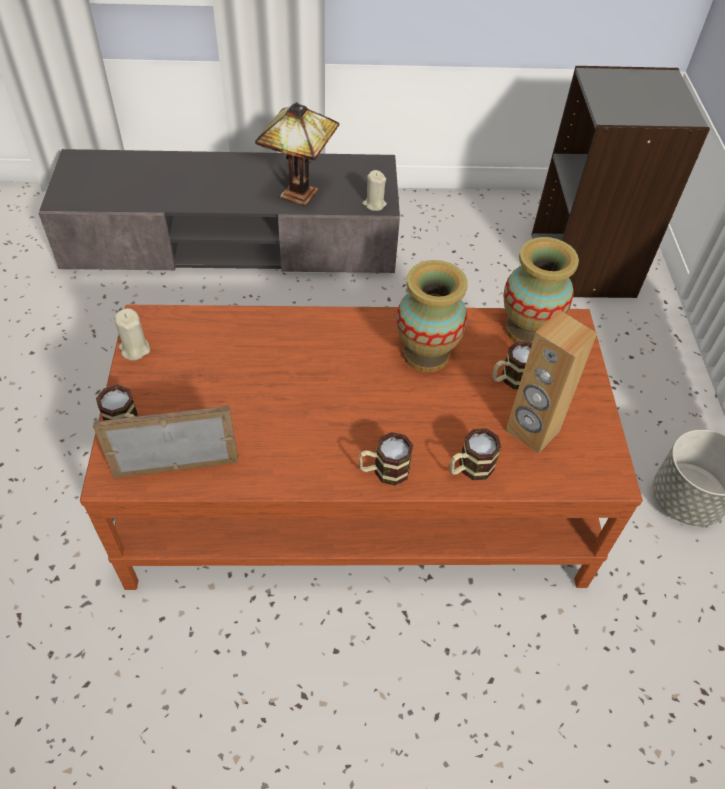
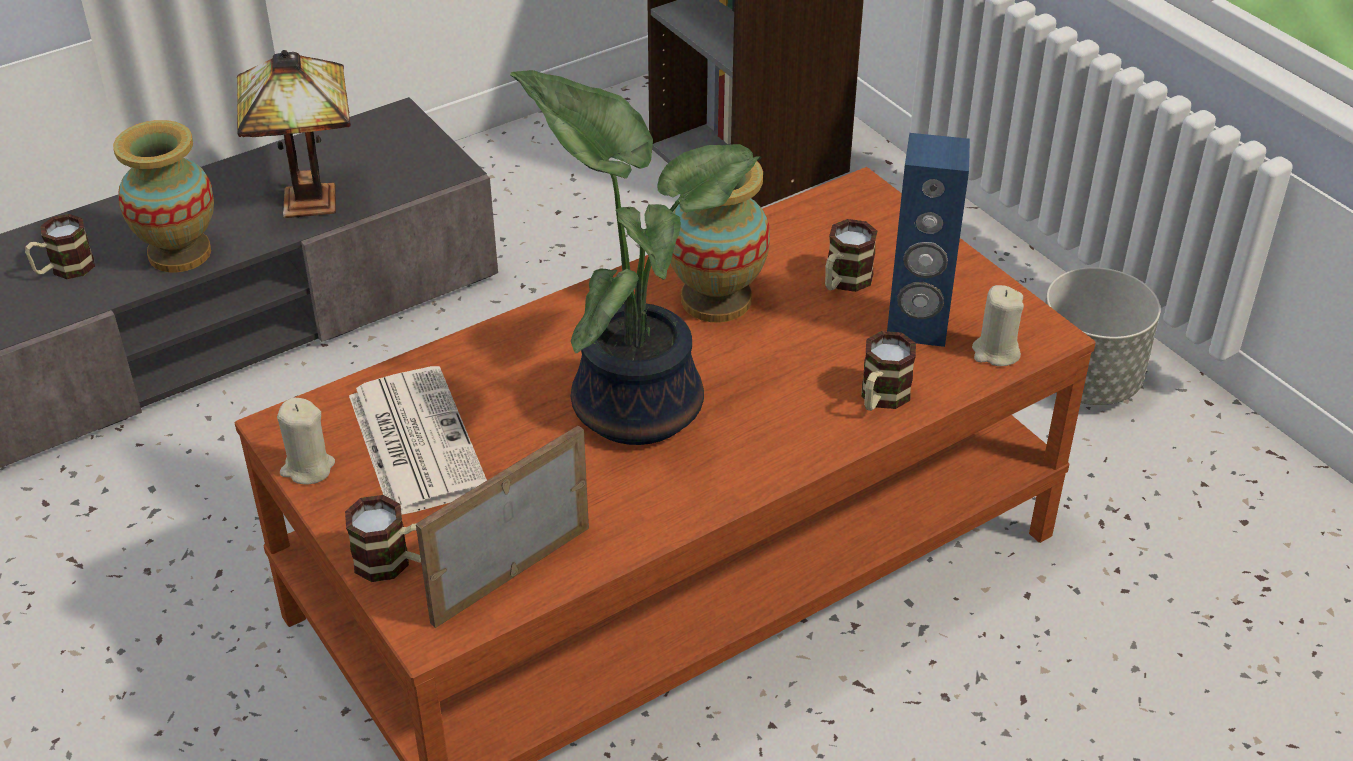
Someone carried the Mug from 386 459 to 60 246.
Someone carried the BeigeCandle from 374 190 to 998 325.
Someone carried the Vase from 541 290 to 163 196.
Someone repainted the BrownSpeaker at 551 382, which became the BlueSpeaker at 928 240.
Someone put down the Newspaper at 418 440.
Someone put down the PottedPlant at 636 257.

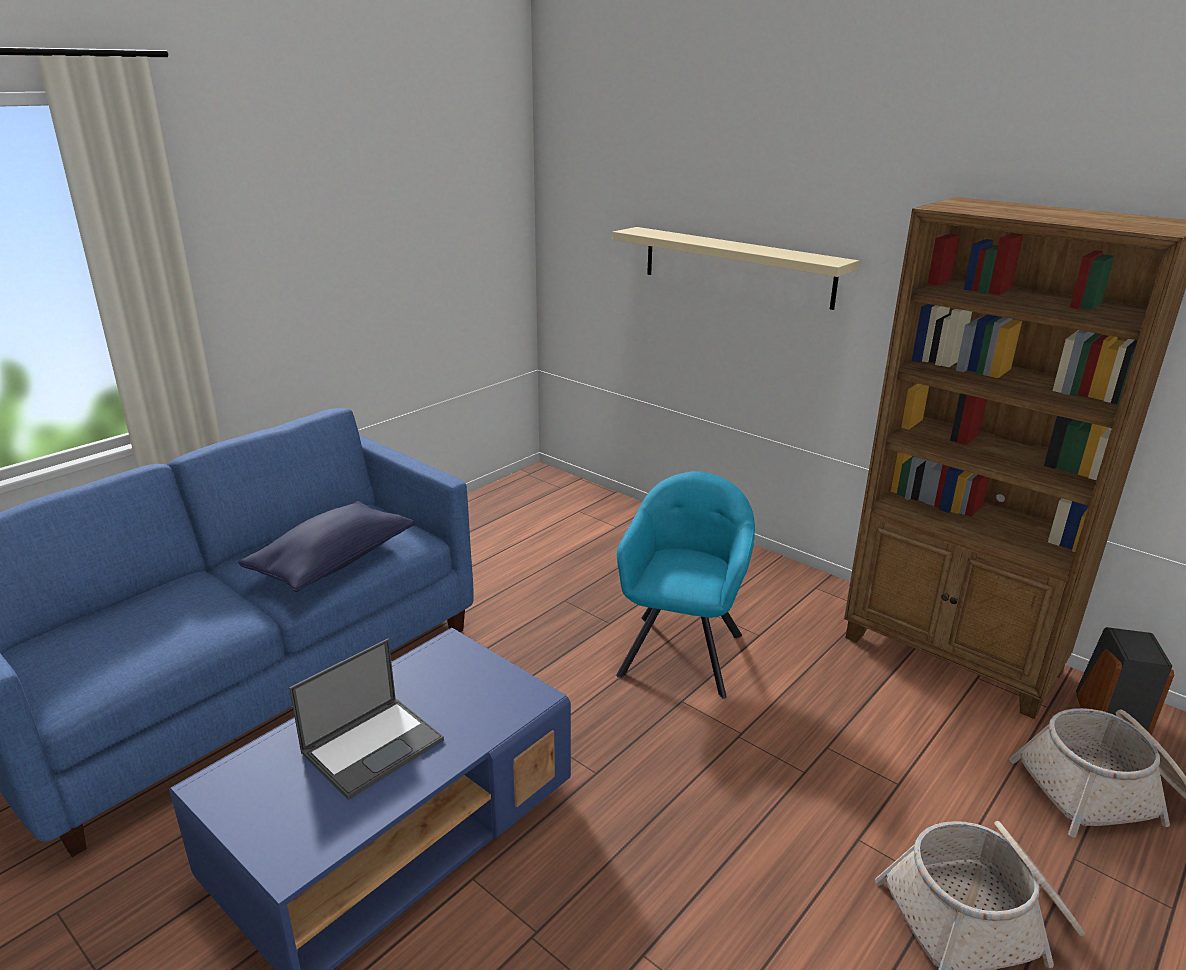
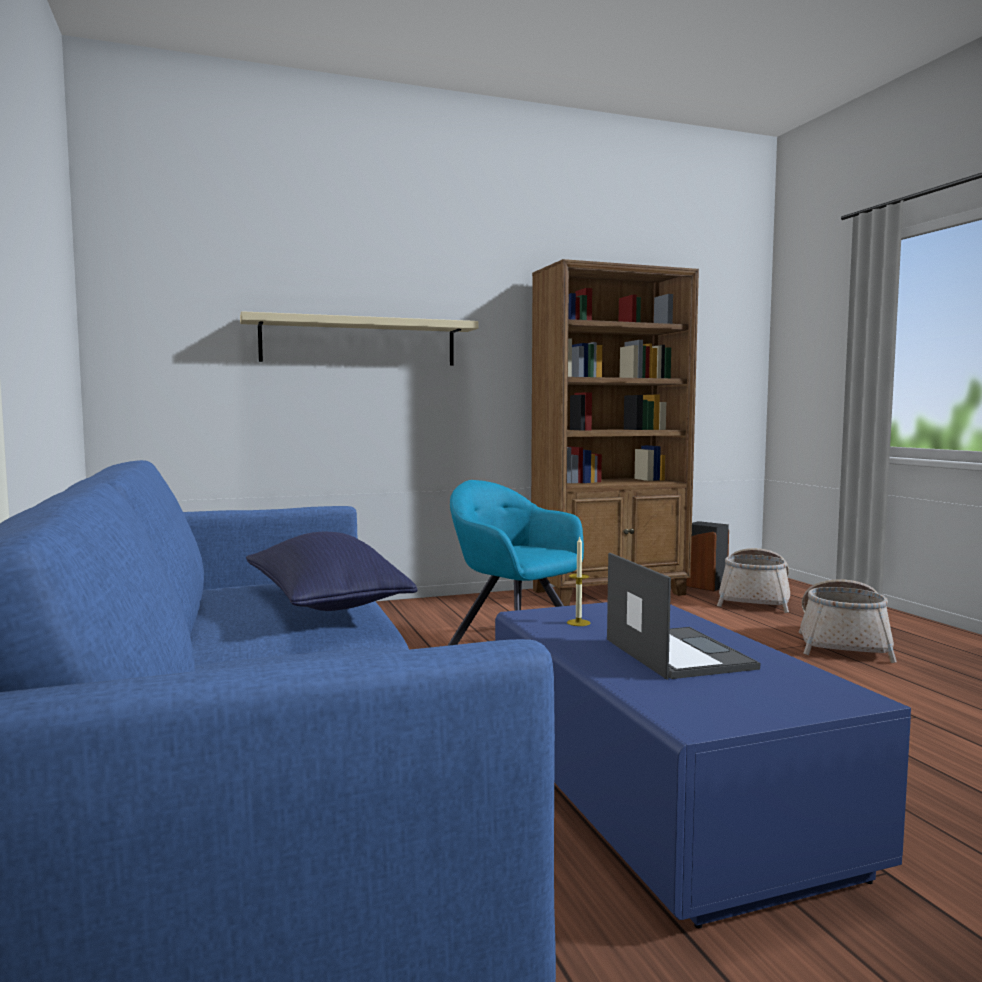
Someone put down the Candle at 578 581.

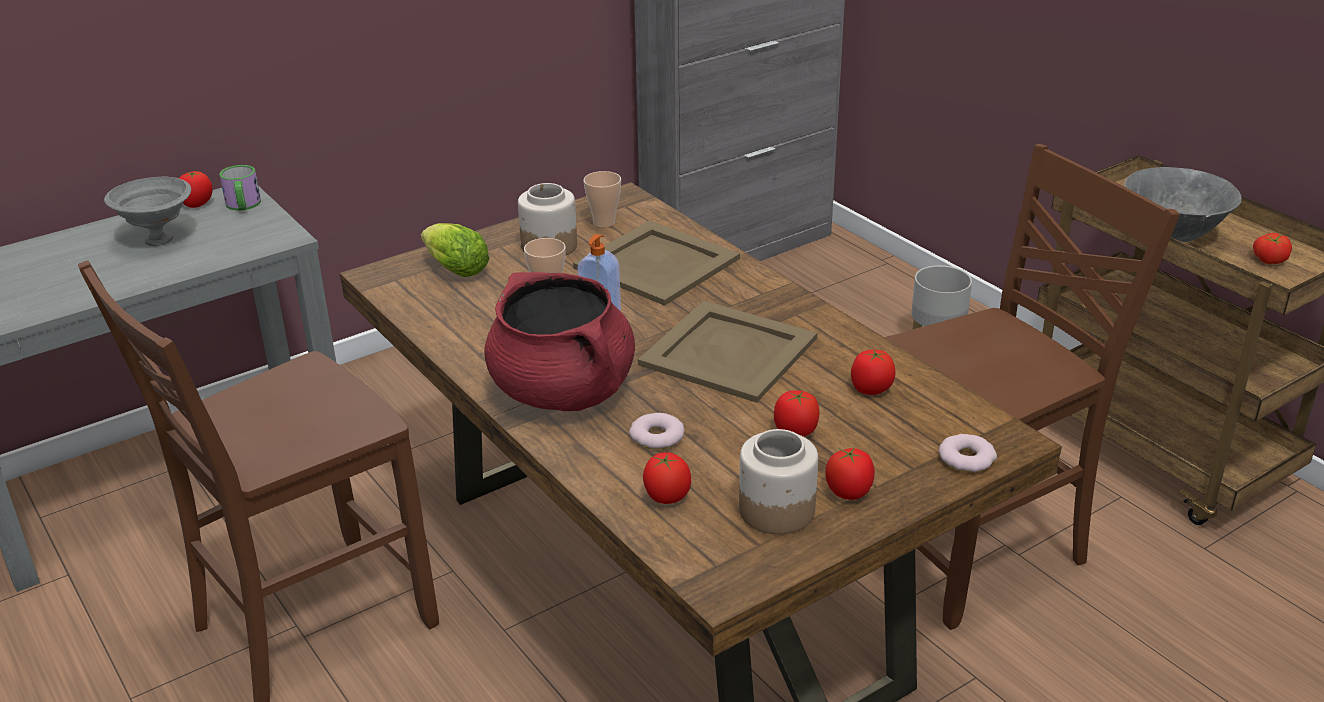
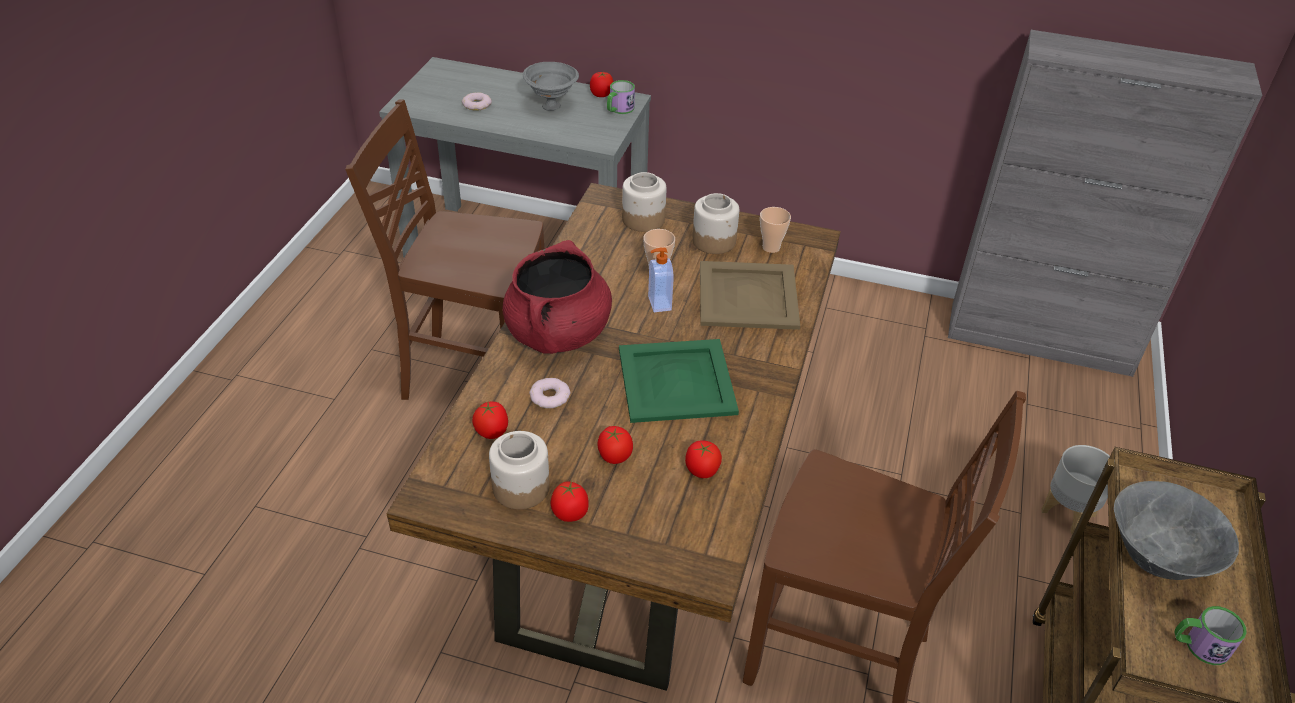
Someone swapped the Lettuce at 455 250 for the Jar at 644 202.
Someone repainted the BeigeTray at 727 352, which became the GreenTray at 679 381.
Someone carried the Donut from 968 453 to 477 102.
Someone swapped the Tomato at 1272 248 for the Mug at 1211 635.

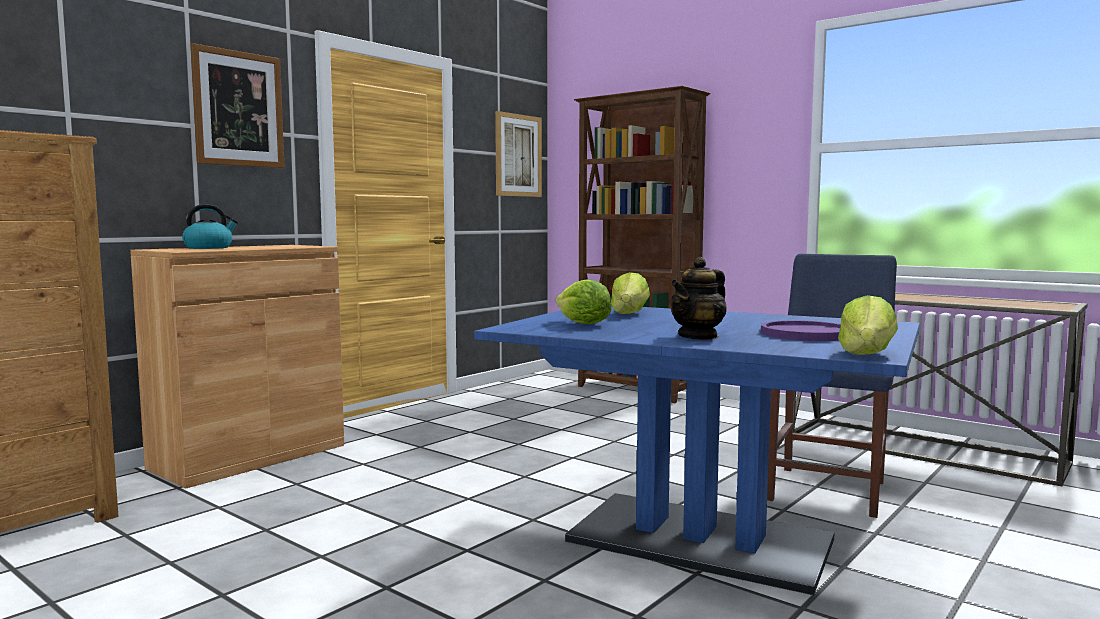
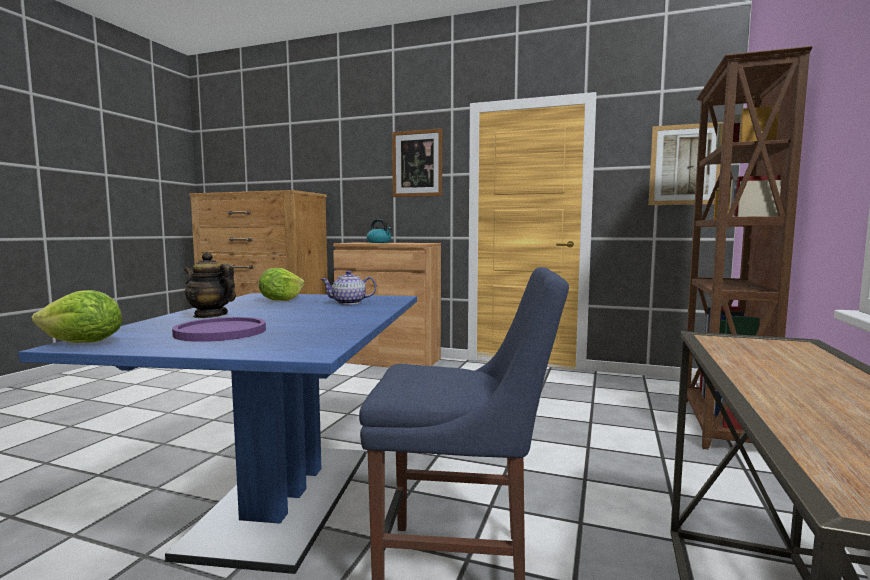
Someone swapped the Lettuce at 630 293 for the Teapot at 348 287.

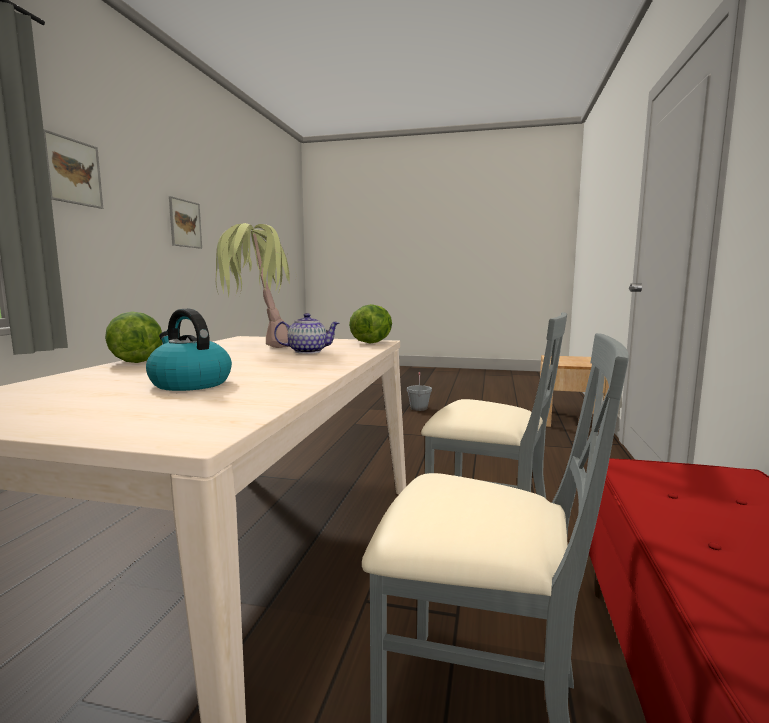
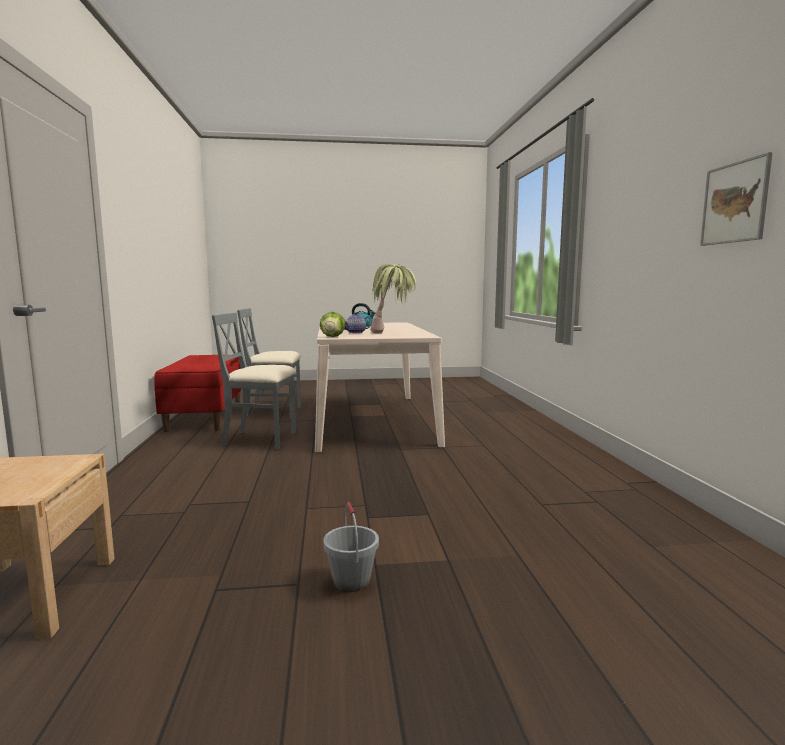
Someone took away the Picture at 73 169.
Someone took away the Lettuce at 133 337.

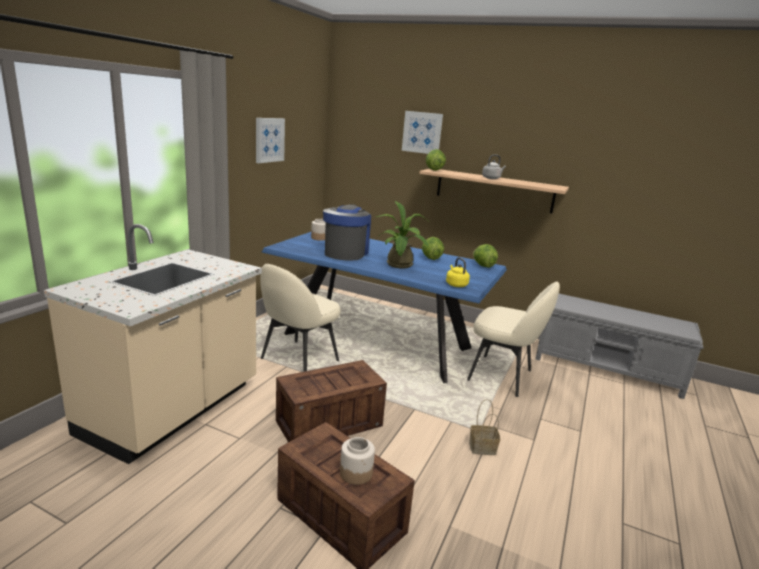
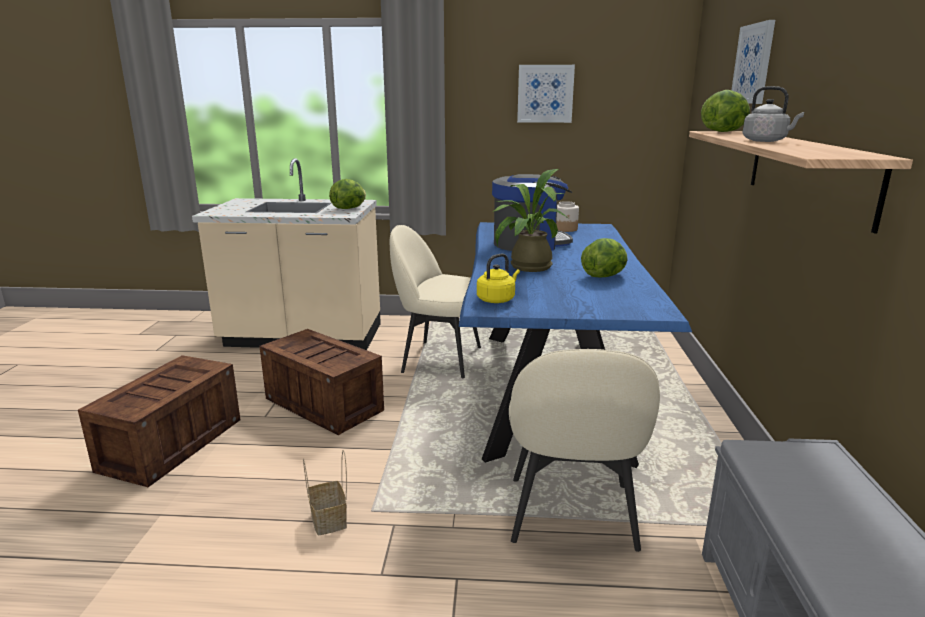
Someone took away the Jar at 357 461.
Someone carried the Lettuce from 485 256 to 347 194.

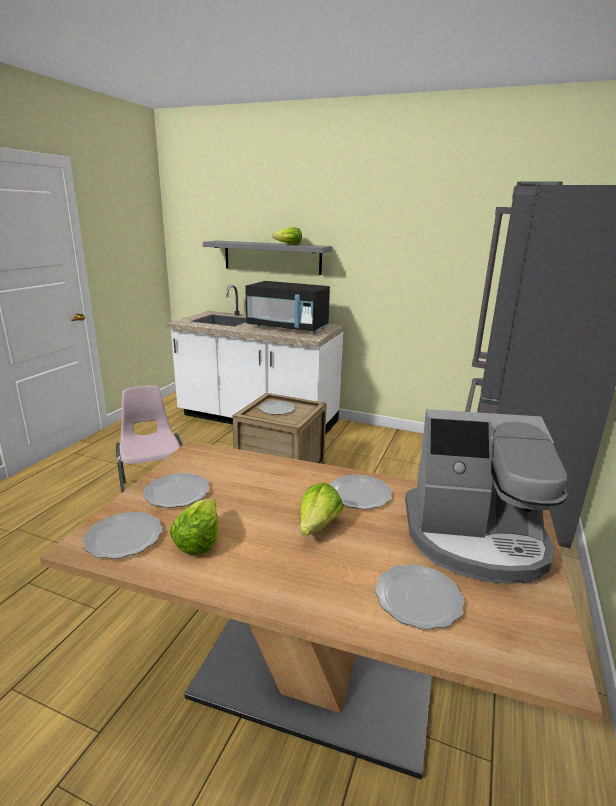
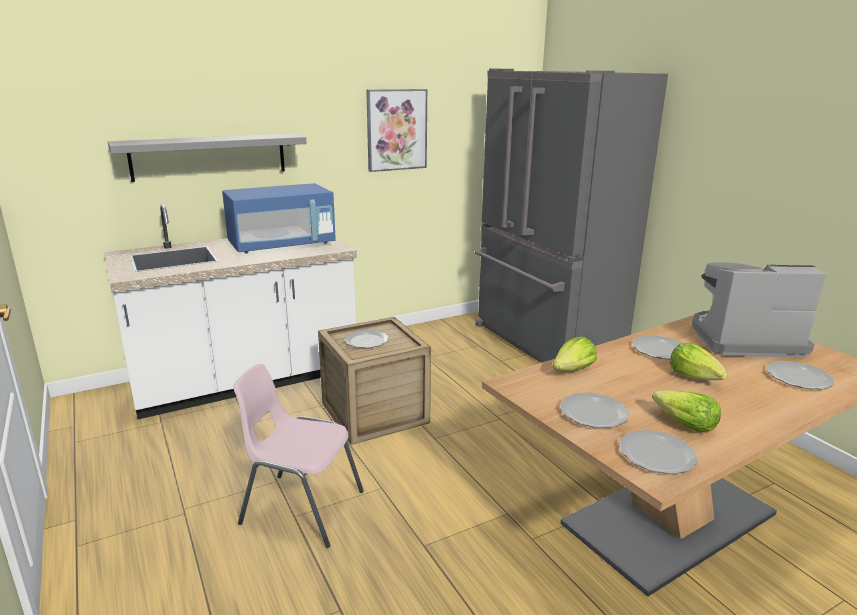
Someone repainted the BlackMicrowave at 287 307, which became the BlueMicrowave at 279 218.
Someone carried the Lettuce from 287 236 to 575 354.
Someone rotated the CoffeeMachine at 486 496 by 135 degrees counterclockwise.
Someone put up the Picture at 396 130.

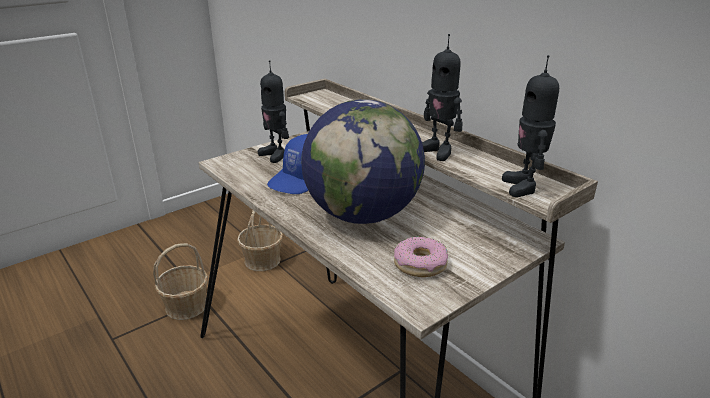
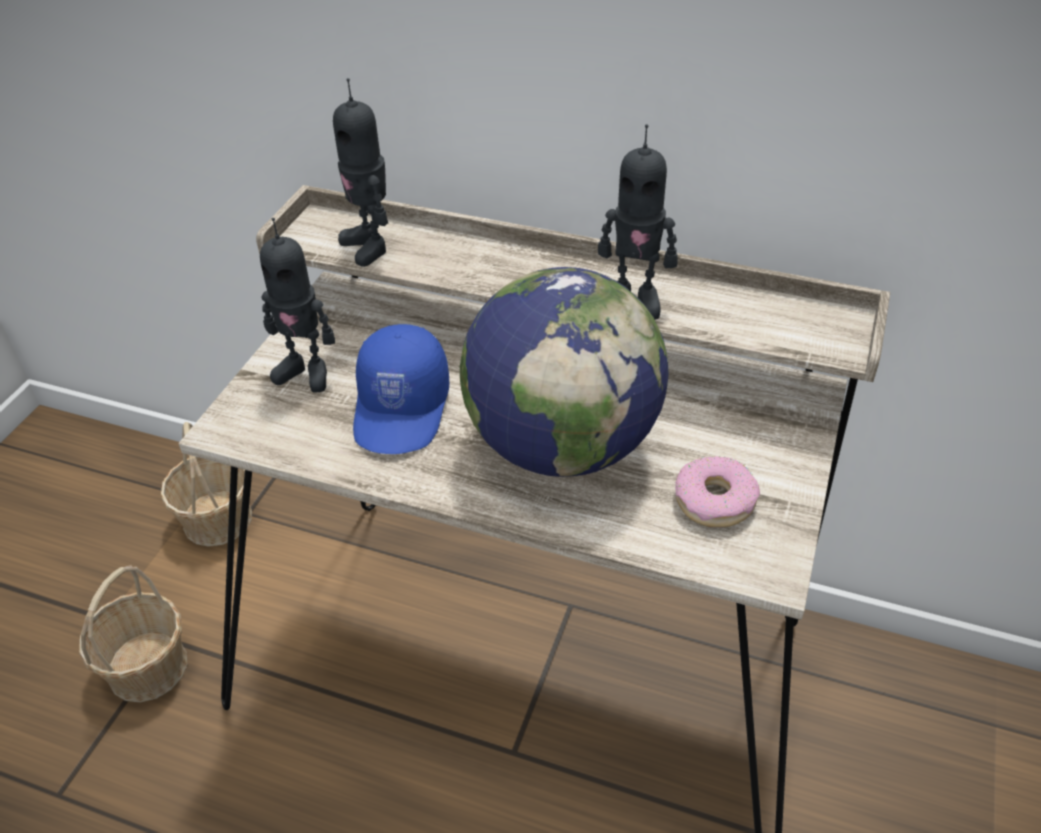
Someone carried the ToyRobot from 530 126 to 360 172.

